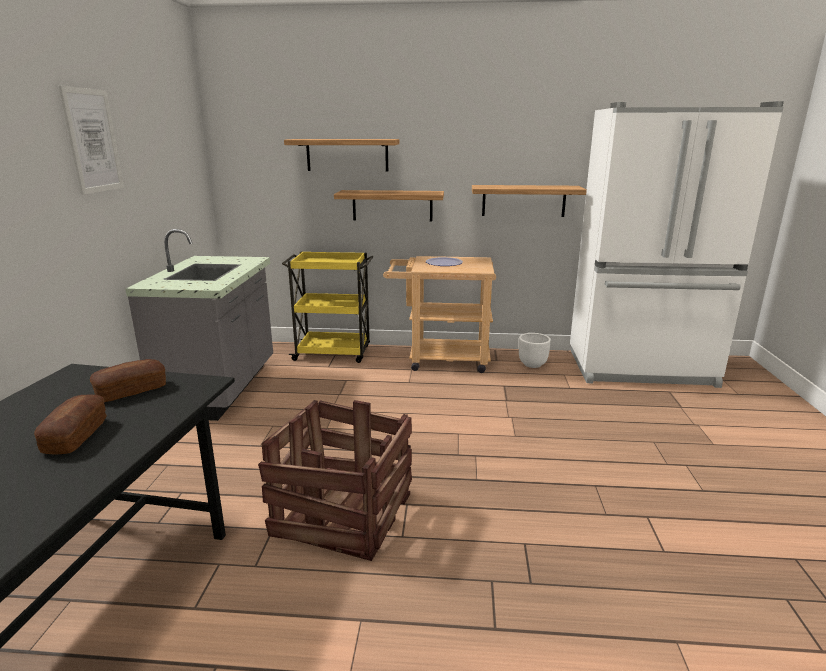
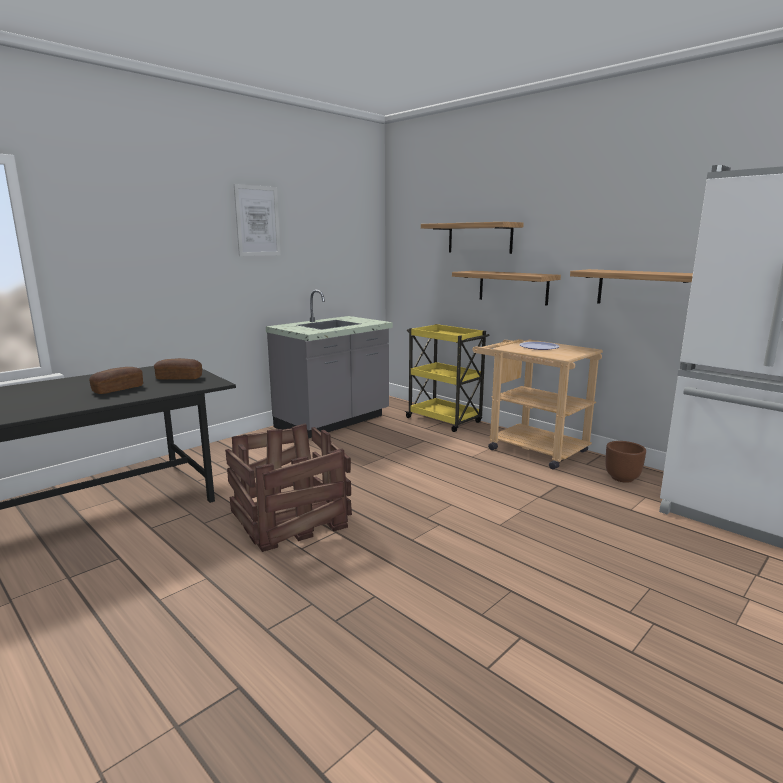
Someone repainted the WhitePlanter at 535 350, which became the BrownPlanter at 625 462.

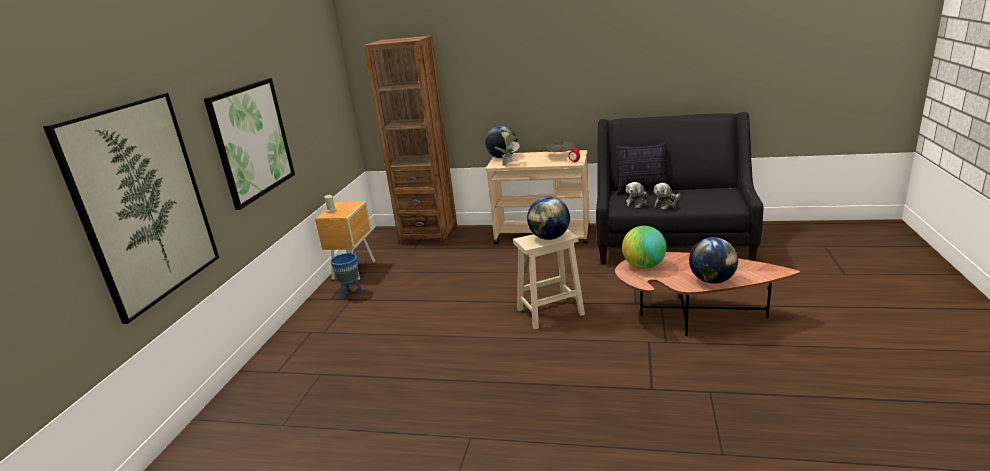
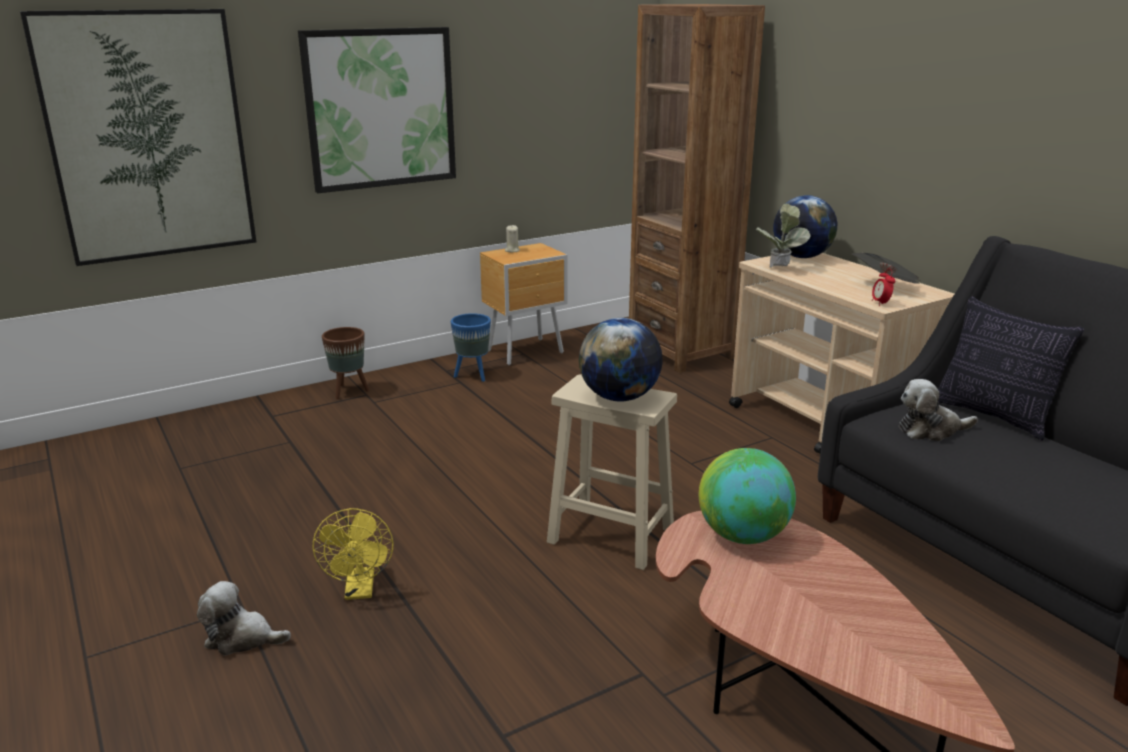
Someone carried the PlushToy from 667 196 to 244 618.
Someone took away the Globe at 713 260.
Someone put down the YellowFan at 352 554.
Someone put down the BrownPlanter at 345 363.

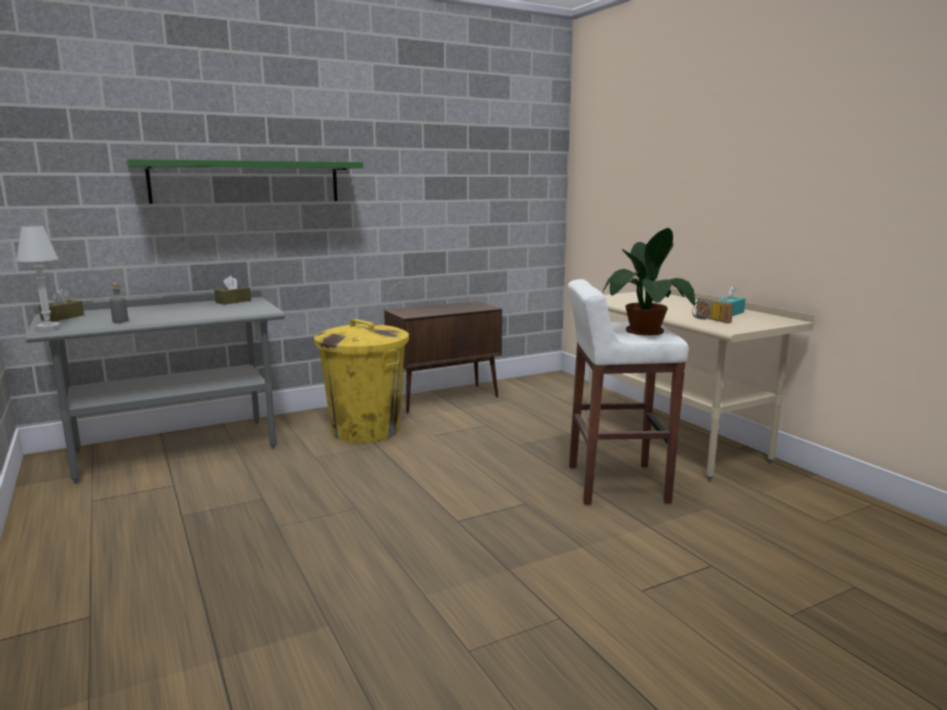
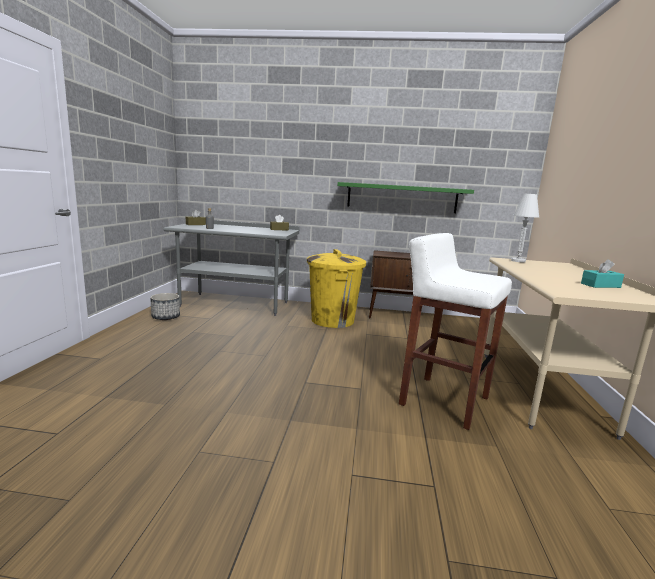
Someone carried the WhiteTableLamp from 38 277 to 525 228.
Someone carried the GreenShelf from 244 181 to 406 197.
Someone took away the PottedPlant at 648 281.
Someone took away the Radio at 712 310.
Someone put down the Planter at 165 306.

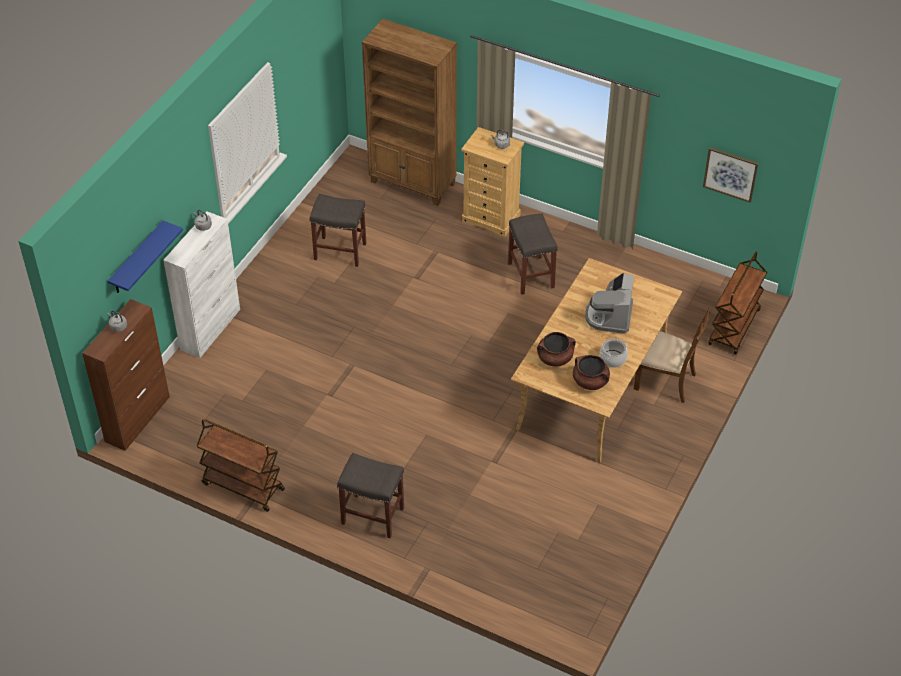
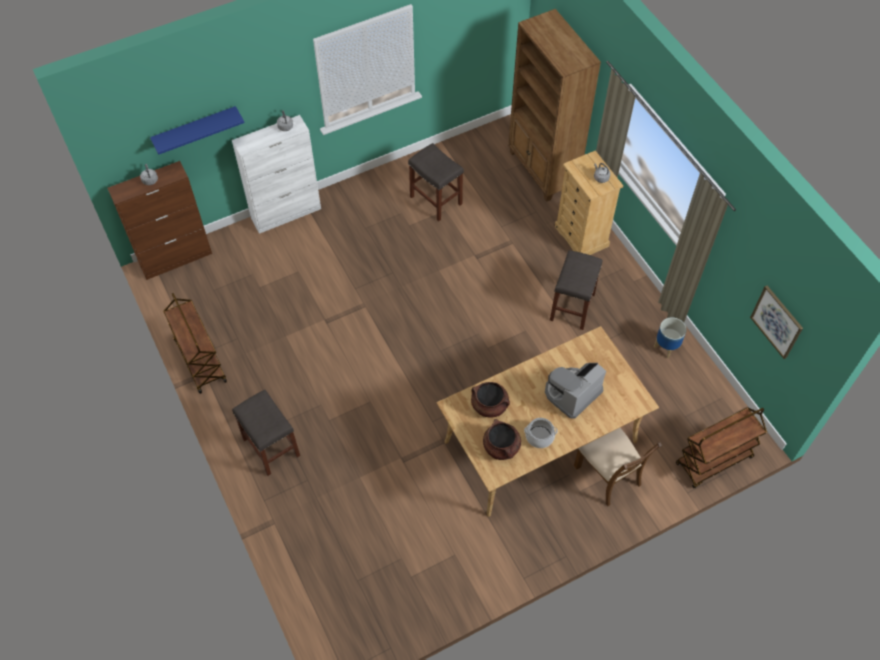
Someone put down the Planter at 670 337.

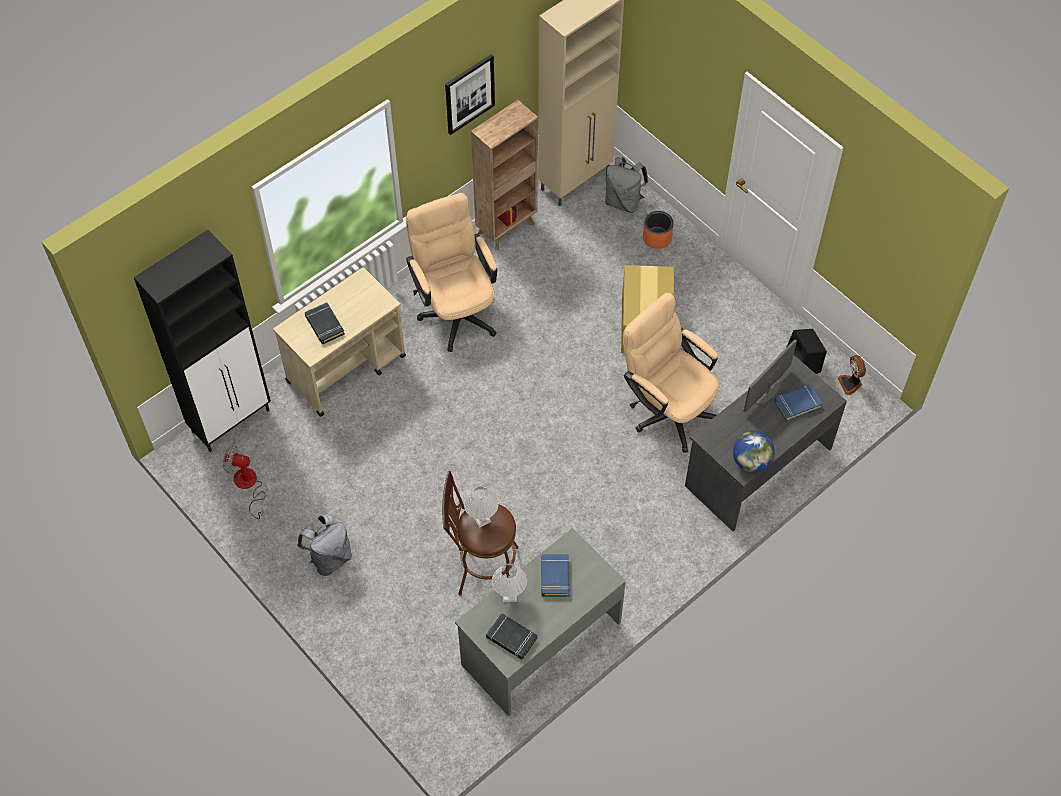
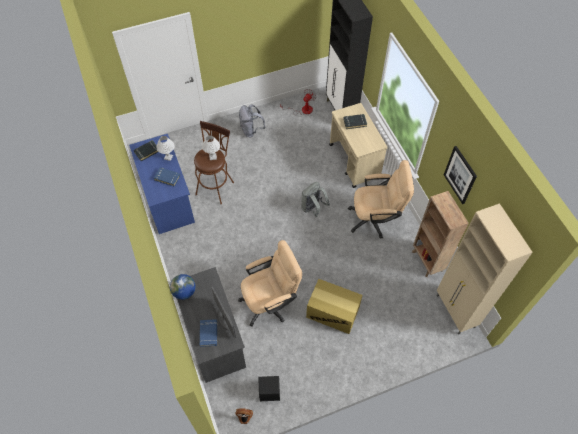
Someone repainted the GreyDesk at 540 622, which became the BlueDesk at 162 184.
Someone carried the GreyBackpack from 626 185 to 315 199.
Someone took away the OrangePlanter at 658 230.

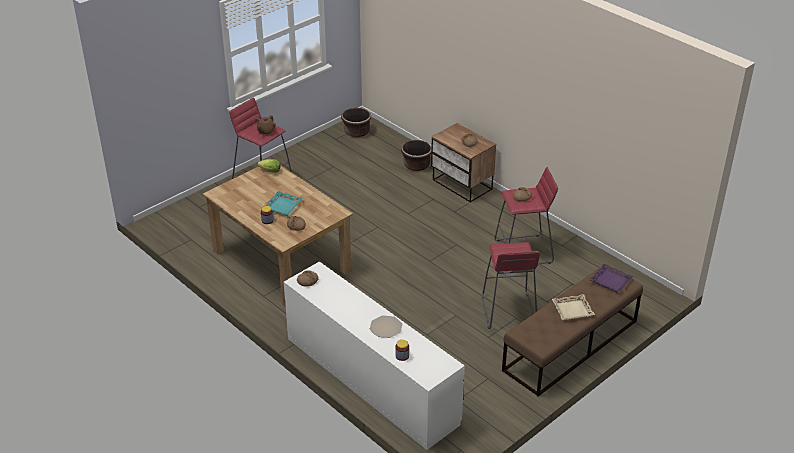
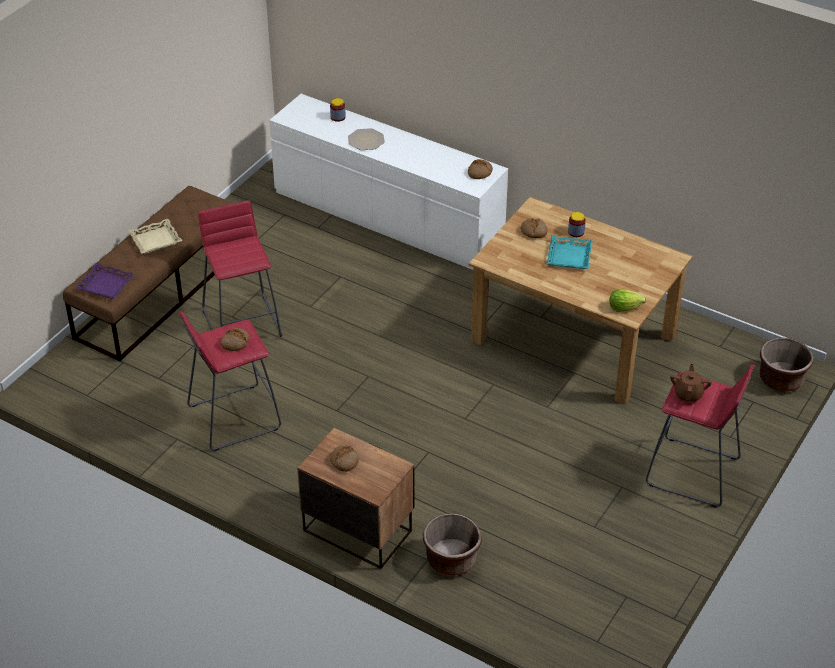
Someone carried the BrownPlanter from 356 122 to 787 365.

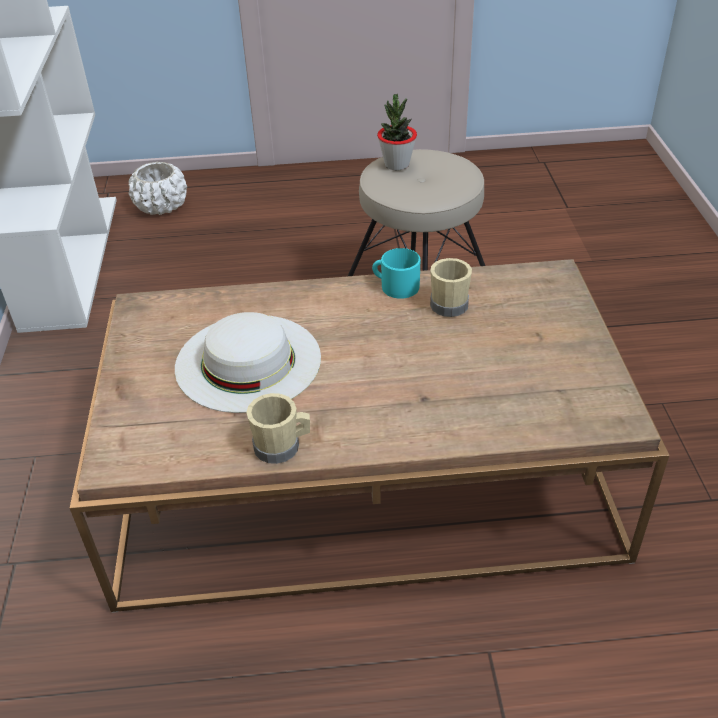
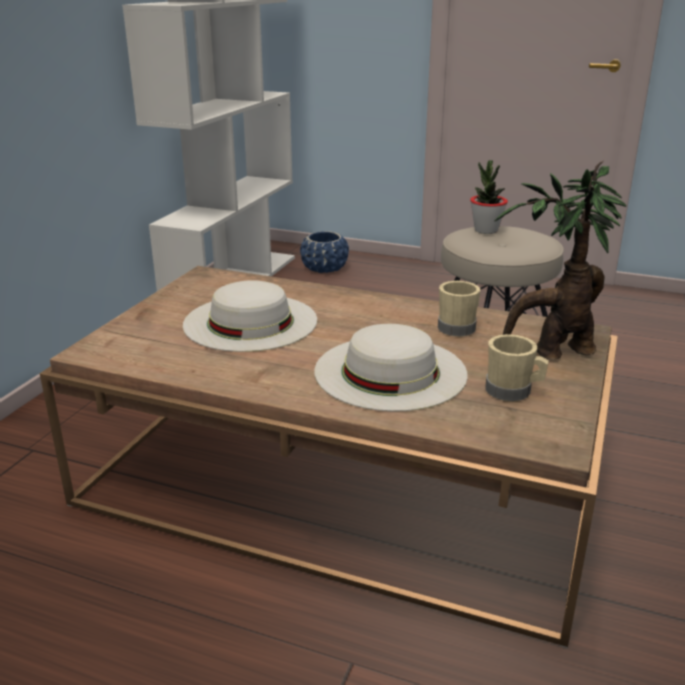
Someone repainted the WhitePlanter at 158 188, which became the BluePlanter at 324 252.
Someone carried the BeigeMug from 278 428 to 517 367.
Someone took away the TurquoiseMug at 396 273.
Someone put down the WhiteHat at 391 367.
Someone put down the PottedPlant at 560 260.

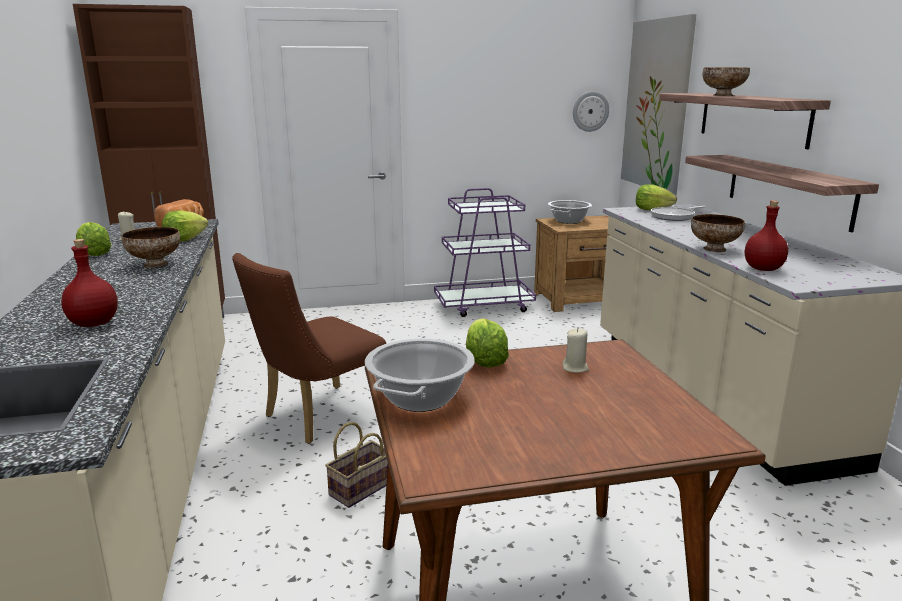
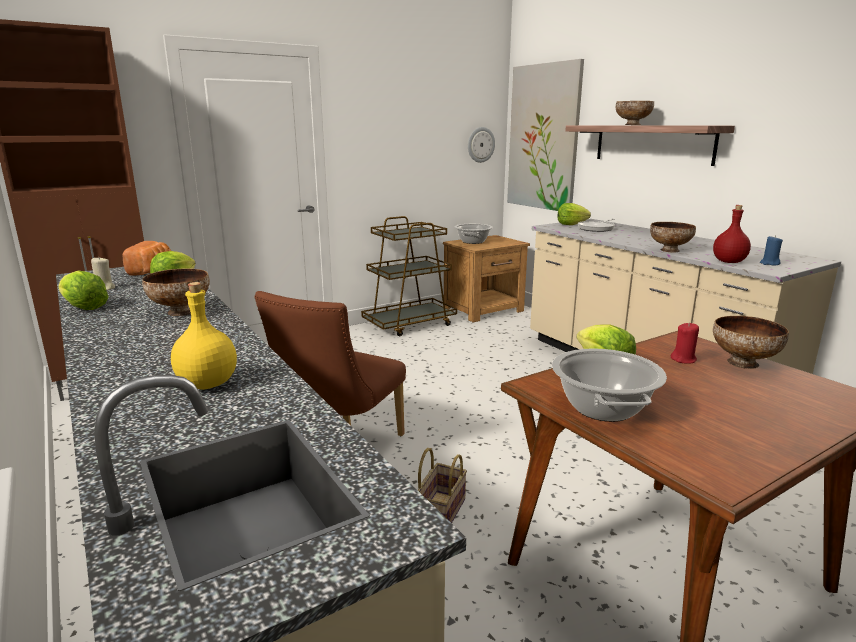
Someone repainted the RedBottle at 89 283, which became the YellowBottle at 204 336.
Someone repainted the PurpleCart at 485 252, which became the BrownCart at 409 276.
Someone repainted the BeigeCandle at 576 350, which became the RedCandle at 685 343.
Someone took away the Shelf at 782 193.
Someone put down the Bowl at 751 342.
Someone put down the BlueCandle at 771 250.

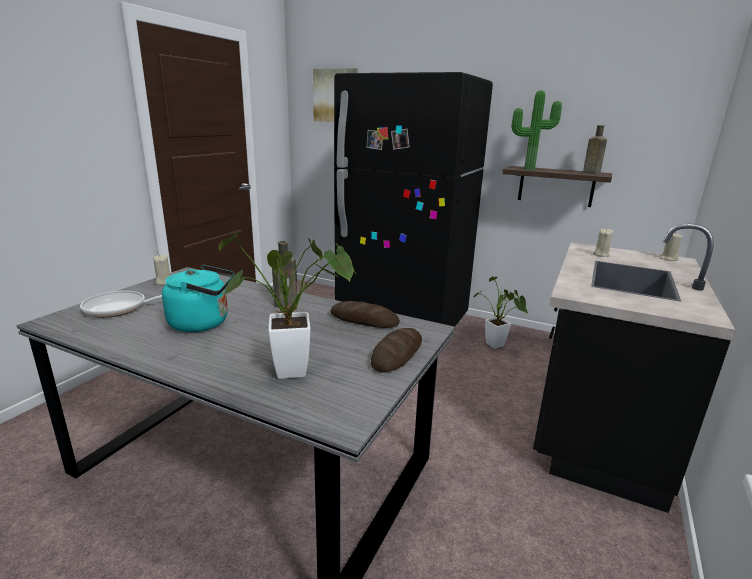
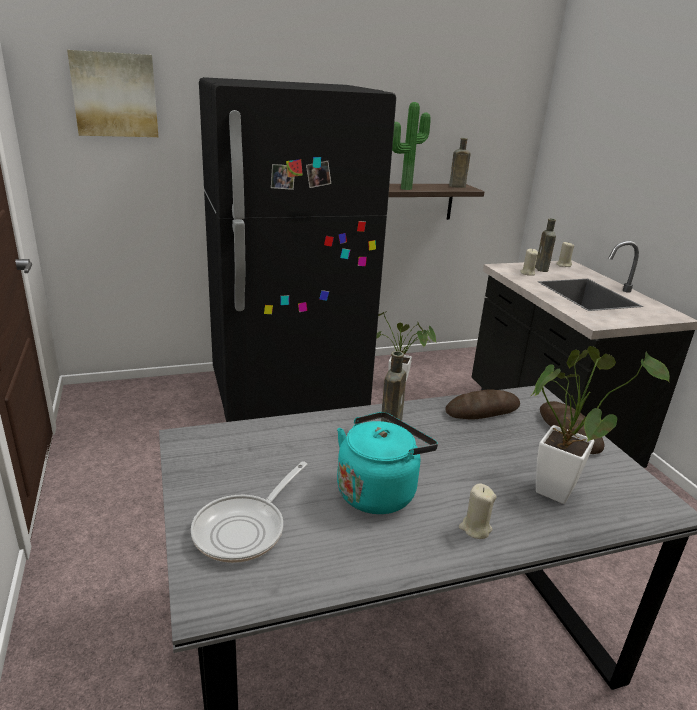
Someone carried the BeigeCandle from 161 270 to 477 511.
Someone put down the BrownBottle at 545 245.

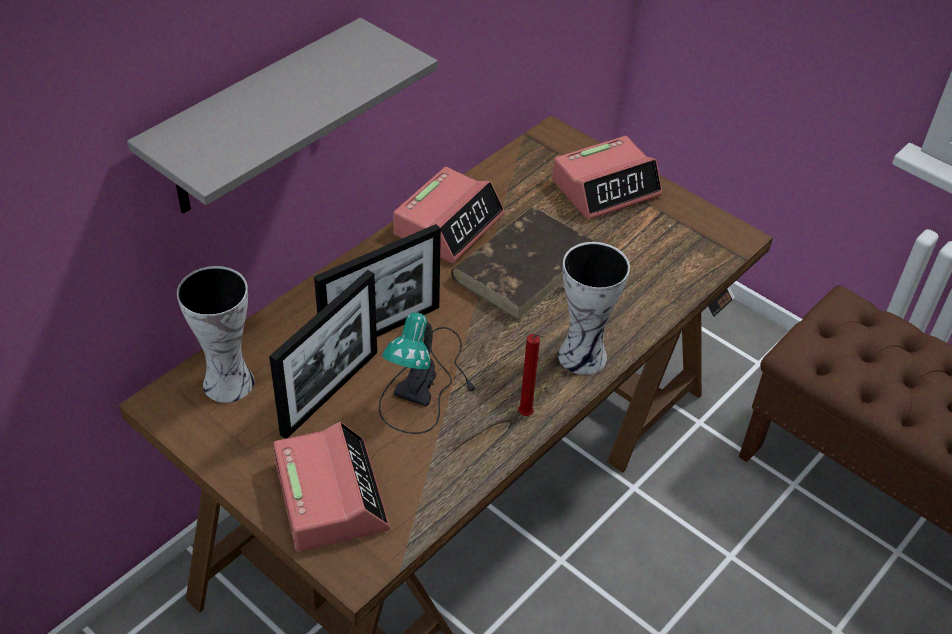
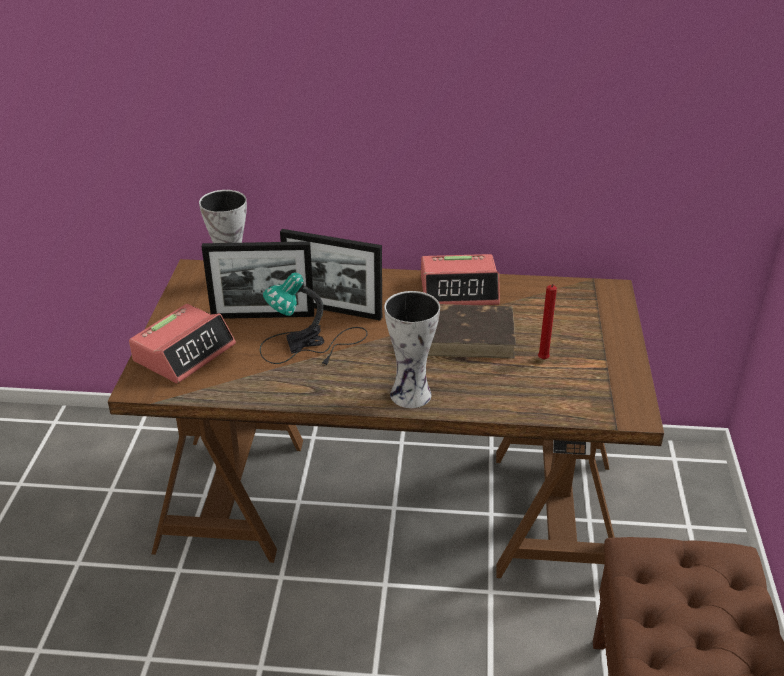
Someone took away the GreyShelf at 282 116.
Someone carried the RedCandle from 531 375 to 547 321.
Someone took away the AlarmClock at 607 178.

